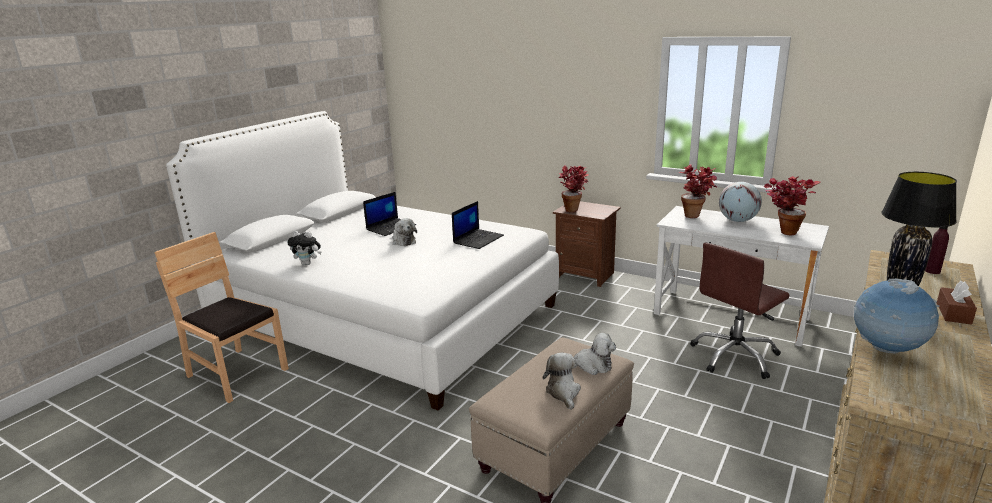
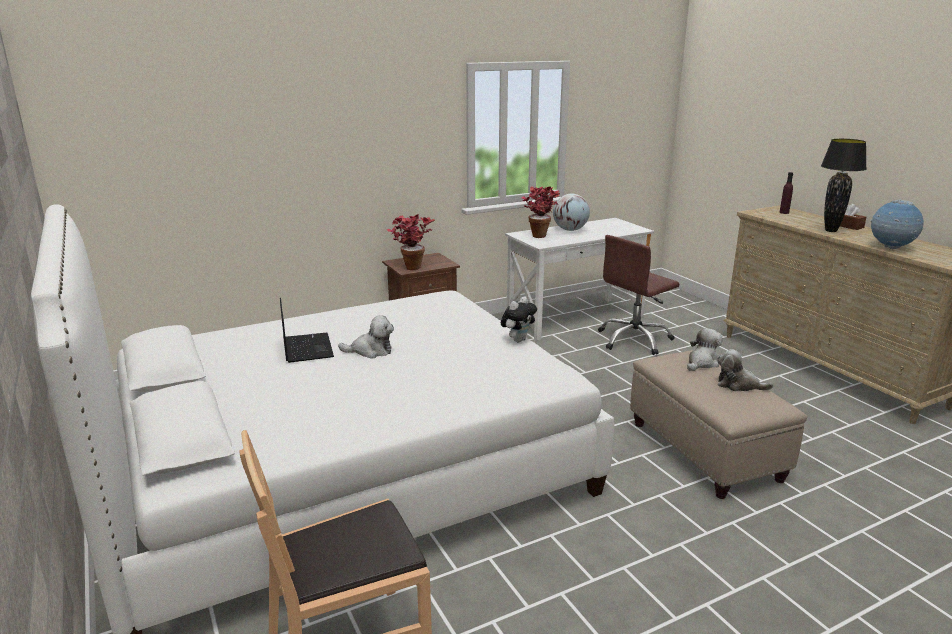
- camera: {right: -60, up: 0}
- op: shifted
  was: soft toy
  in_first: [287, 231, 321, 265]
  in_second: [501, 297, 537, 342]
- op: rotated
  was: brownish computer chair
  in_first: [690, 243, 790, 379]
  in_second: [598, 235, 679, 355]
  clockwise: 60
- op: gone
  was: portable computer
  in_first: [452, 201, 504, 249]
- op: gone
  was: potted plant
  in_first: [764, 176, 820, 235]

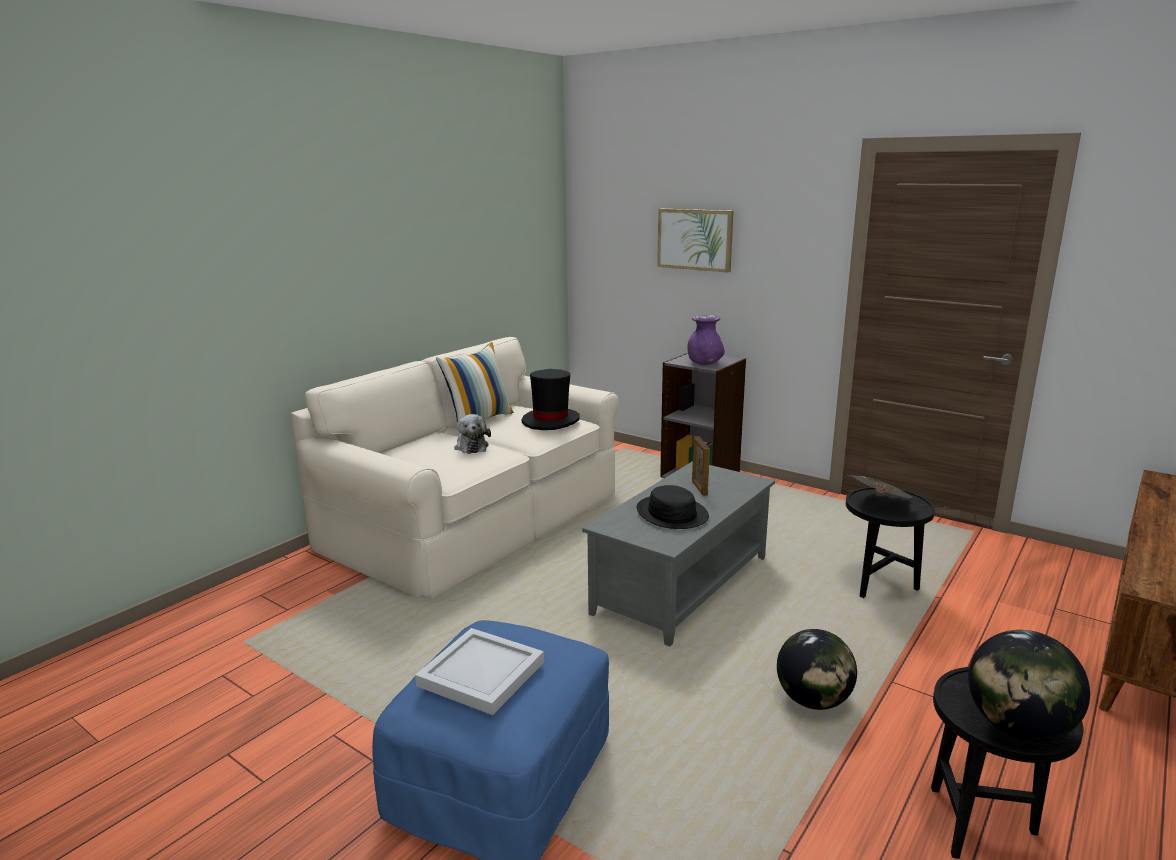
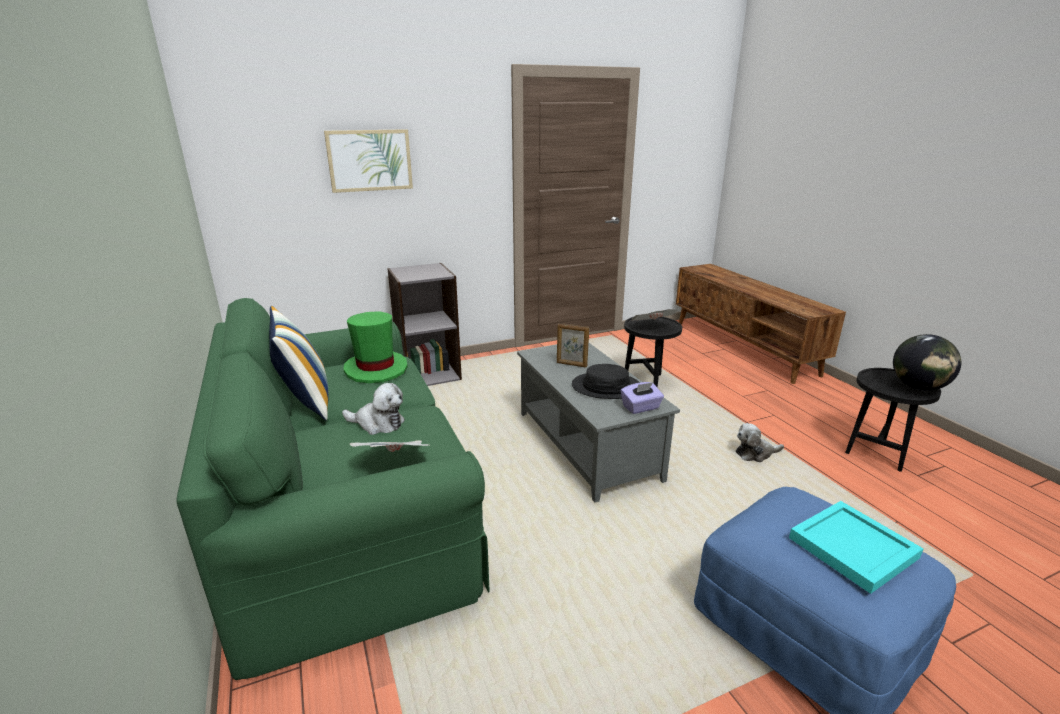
- camera: {right: -60, up: 5}
- op: repainted
  was: beige couch
  now: greenish couch
  in_first: [291, 337, 619, 599]
  in_second: [176, 298, 490, 680]
- op: repainted
  was: black-coloured hat
  now: greenish hat
  in_first: [522, 369, 580, 430]
  in_second: [343, 312, 408, 383]
- op: new
  now: newspaper
  in_second: [349, 440, 429, 452]
- op: new
  now: purple tissue box
  in_second: [621, 382, 664, 414]
- op: swapped
  was: globe
  now: soft toy
  in_first: [777, 629, 857, 710]
  in_second: [736, 423, 784, 462]
- op: repainted
  was: white serving tray
  now: blue-green serving tray
  in_first: [415, 628, 544, 715]
  in_second: [789, 501, 924, 594]
- op: gone
  was: purple flower vase
  in_first: [687, 315, 725, 365]

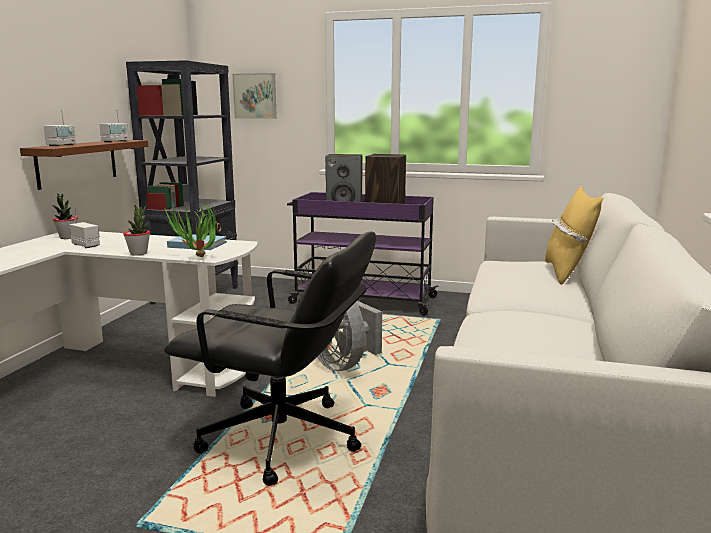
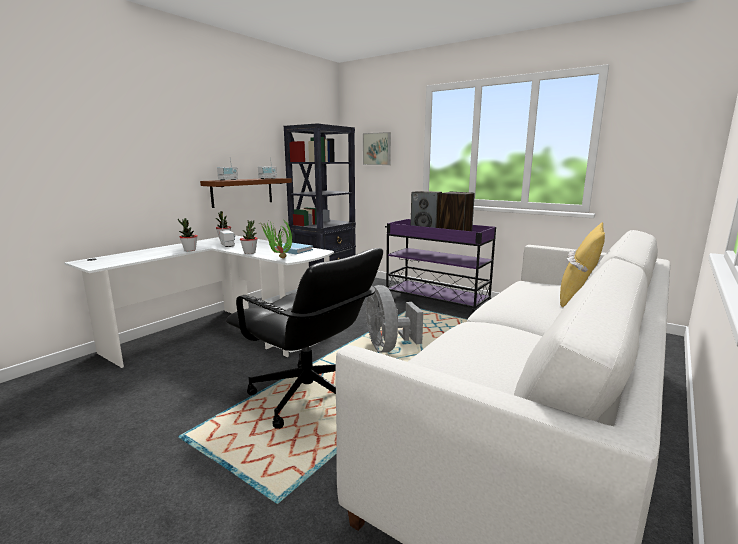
- camera: {right: 20, up: 0}
- op: new
  now: potted plant
  in_second: [178, 218, 197, 251]

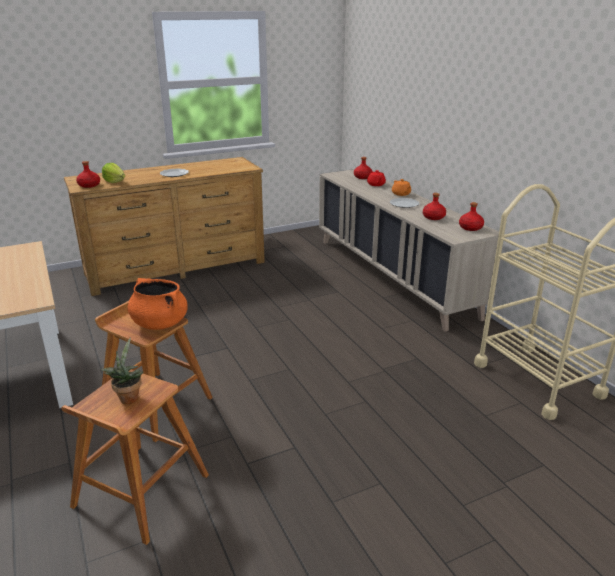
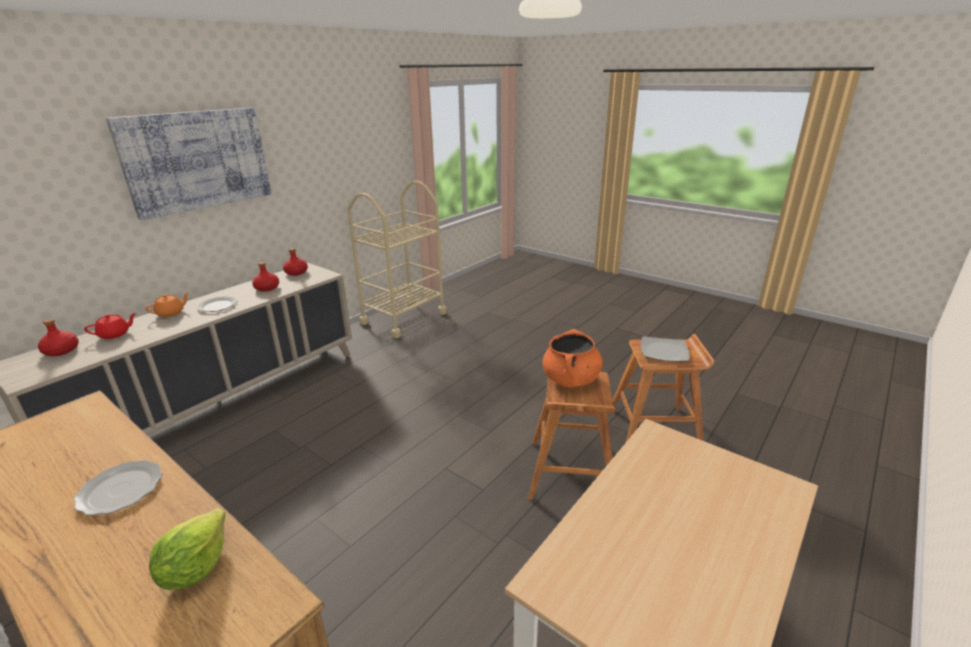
- camera: {right: -115, up: 0}
- op: new
  now: wall art
  in_second: [106, 108, 271, 220]
- op: swapped
  was: potted plant
  now: flat dish
  in_first: [100, 337, 143, 404]
  in_second: [641, 336, 689, 362]
- op: gone
  was: red bottle
  in_first: [76, 161, 100, 188]

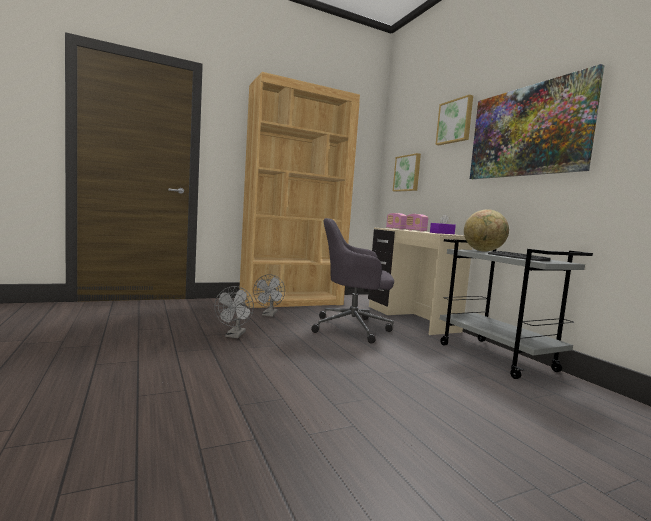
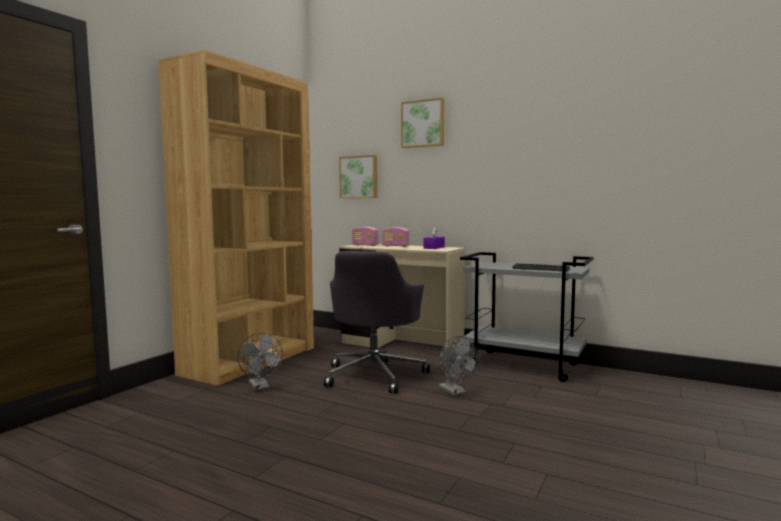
- camera: {right: -35, up: 0}
- op: rotated
  was: gray computer chair
  in_first: [311, 218, 394, 344]
  in_second: [324, 251, 430, 394]
  clockwise: -45
- op: shifted
  was: gray electric fan
  in_first: [214, 286, 254, 338]
  in_second: [439, 336, 477, 396]
- op: gone
  was: globe
  in_first: [464, 209, 509, 252]
- op: gone
  was: wall art
  in_first: [470, 64, 605, 179]

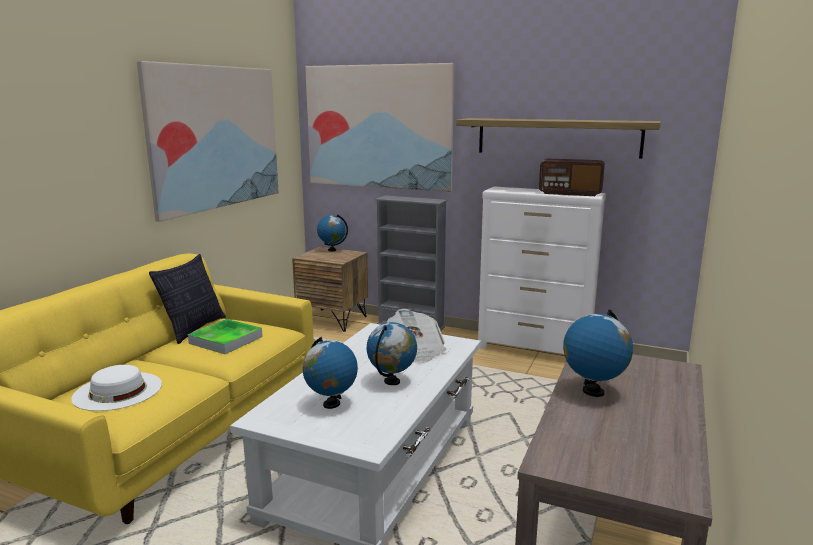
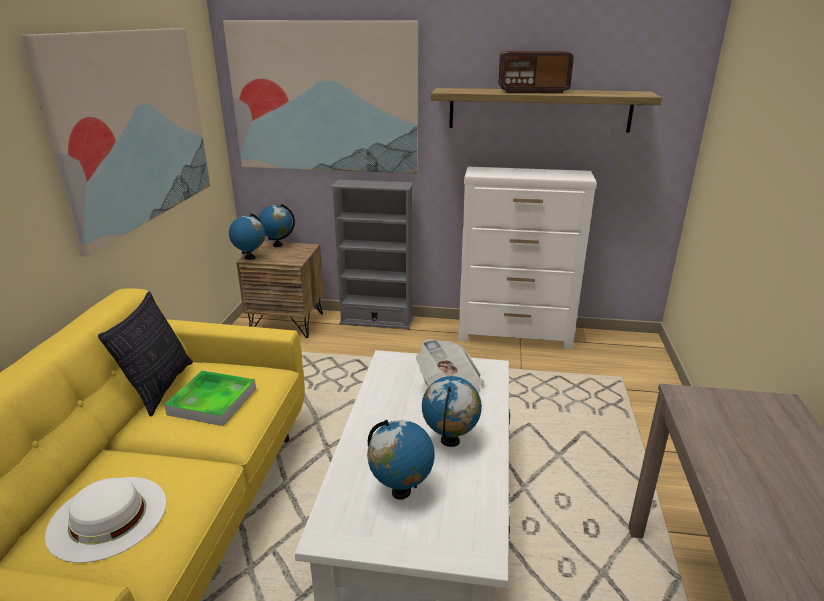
- camera: {right: -15, up: 10}
- op: shifted
  was: globe
  in_first: [563, 310, 633, 397]
  in_second: [229, 213, 265, 260]
- op: shifted
  was: radio receiver
  in_first: [539, 159, 605, 196]
  in_second: [498, 51, 574, 93]

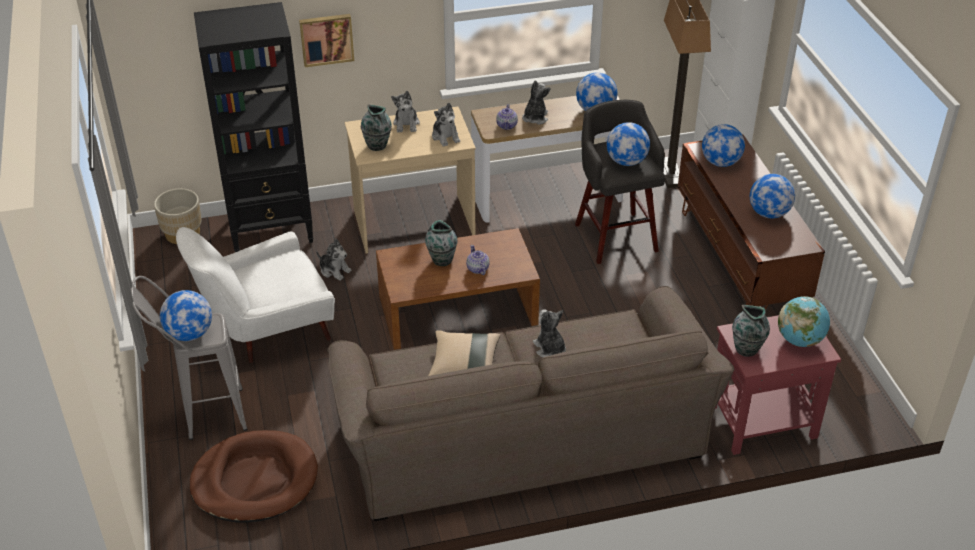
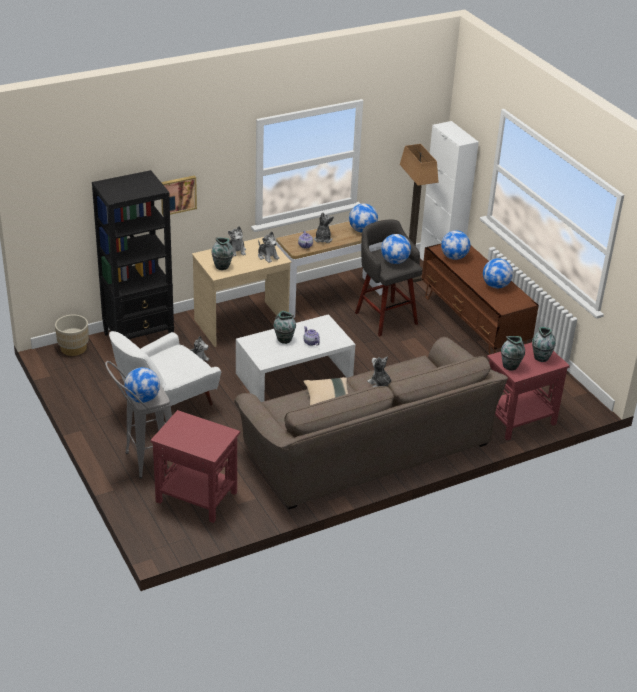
- camera: {right: -15, up: -5}
- op: swapped
  was: brownish dog bed
  now: red side table
  in_first: [190, 430, 318, 522]
  in_second: [150, 410, 240, 523]
- op: repainted
  was: brownish low table
  now: white low table
  in_first: [376, 228, 540, 350]
  in_second: [236, 314, 355, 402]
- op: swapped
  was: globe
  now: flower vase
  in_first: [778, 296, 830, 347]
  in_second: [532, 327, 556, 362]

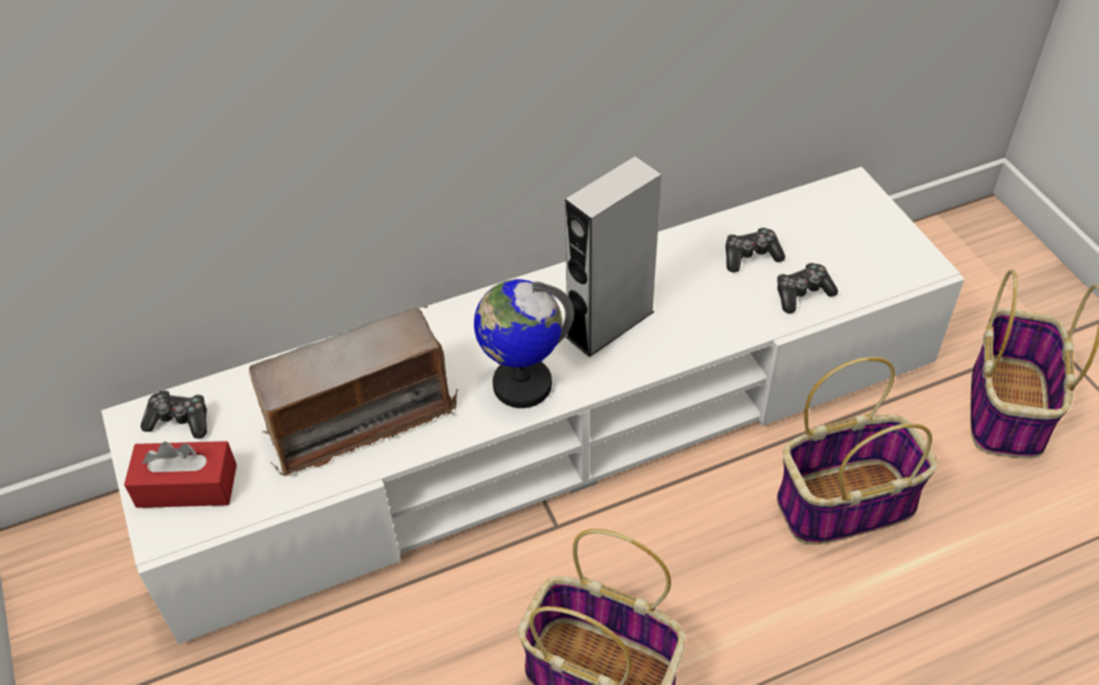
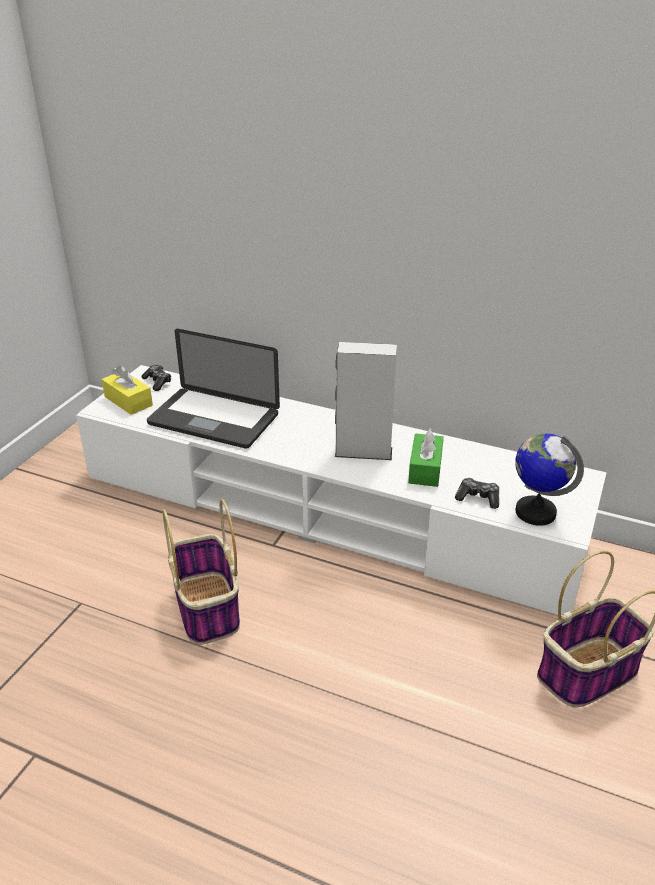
- camera: {right: 45, up: -15}
- op: repainted
  was: red tissue box
  now: yellow tissue box
  in_first: [124, 441, 237, 508]
  in_second: [102, 365, 153, 415]
- op: swapped
  was: radio receiver
  now: portable computer
  in_first: [249, 305, 458, 477]
  in_second: [147, 329, 280, 449]
- op: new
  now: greenish tissue box
  in_second: [408, 428, 444, 487]
- op: shifted
  was: globe
  in_first: [474, 279, 574, 408]
  in_second: [515, 433, 584, 526]
- op: gone
  was: game controller
  in_first: [726, 227, 785, 272]
- op: gone
  was: basket
  in_first: [777, 357, 938, 545]

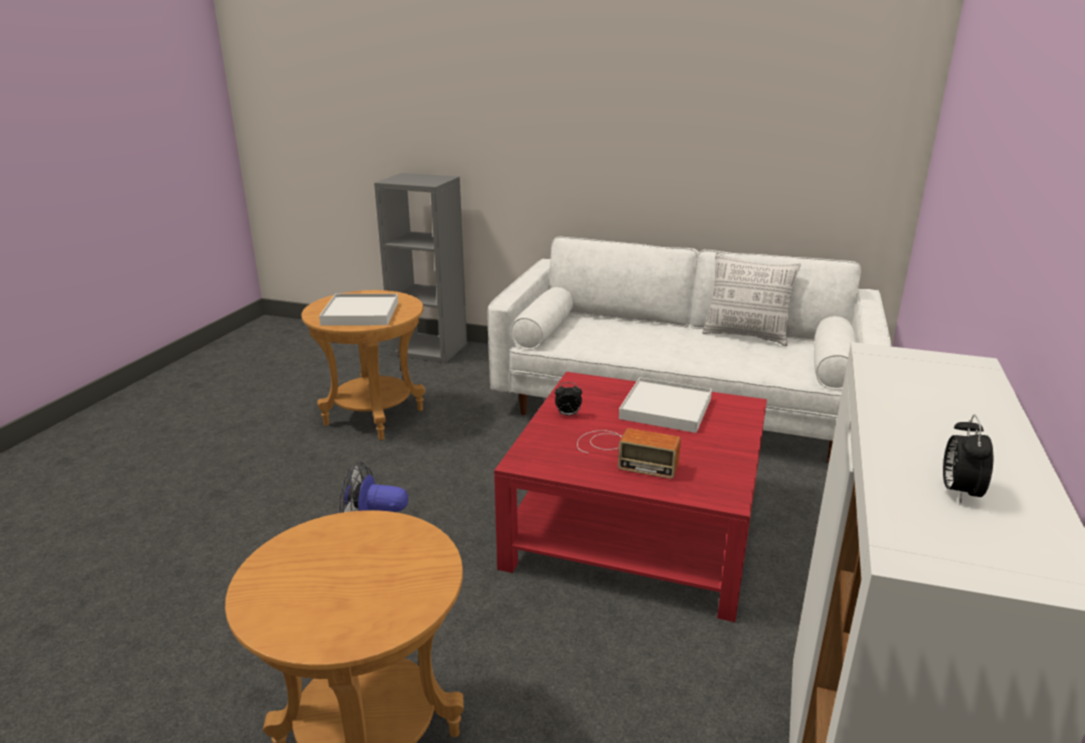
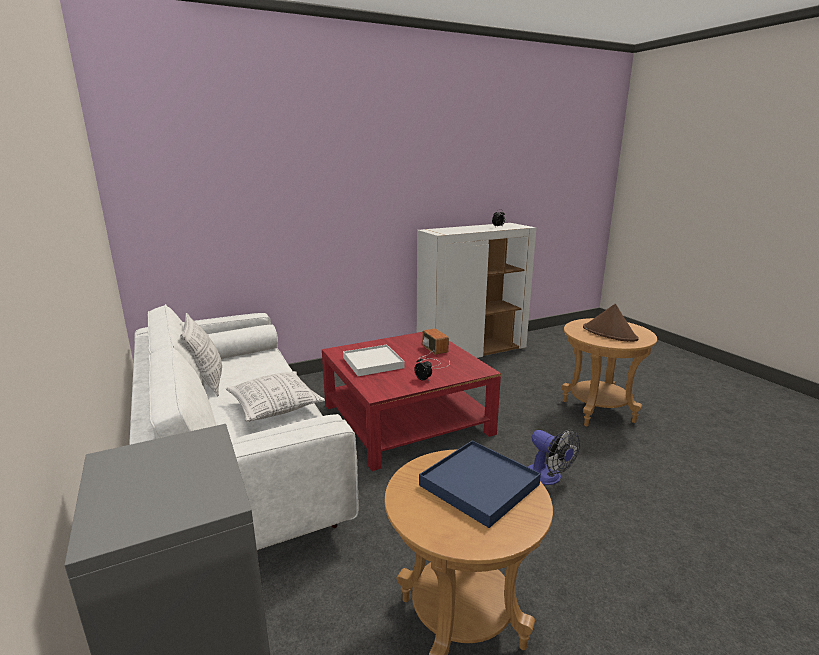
- camera: {right: -135, up: -5}
- op: new
  now: throw pillow
  in_second: [226, 371, 325, 422]
- op: repainted
  was: white serving tray
  now: bluish serving tray
  in_first: [319, 294, 398, 326]
  in_second: [419, 440, 541, 528]
- op: new
  now: brownish hat
  in_second: [583, 304, 639, 342]

